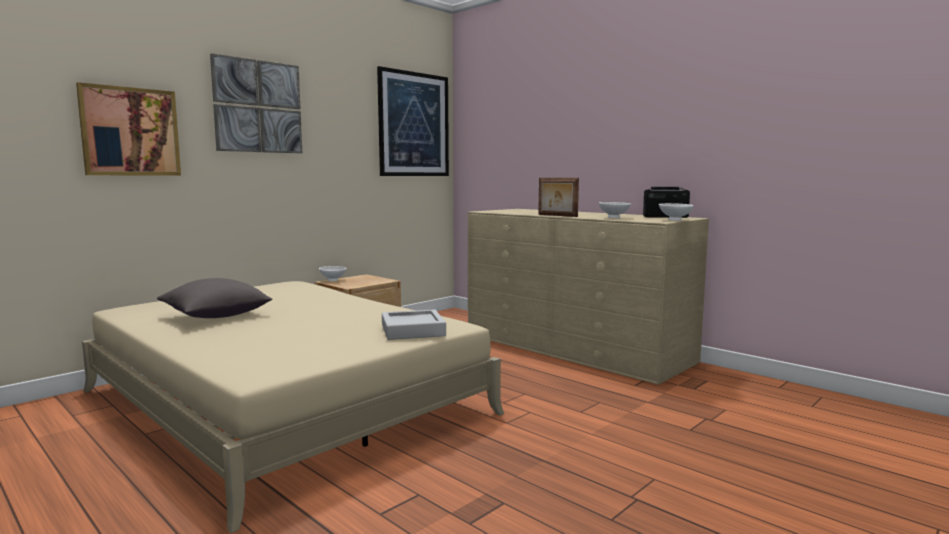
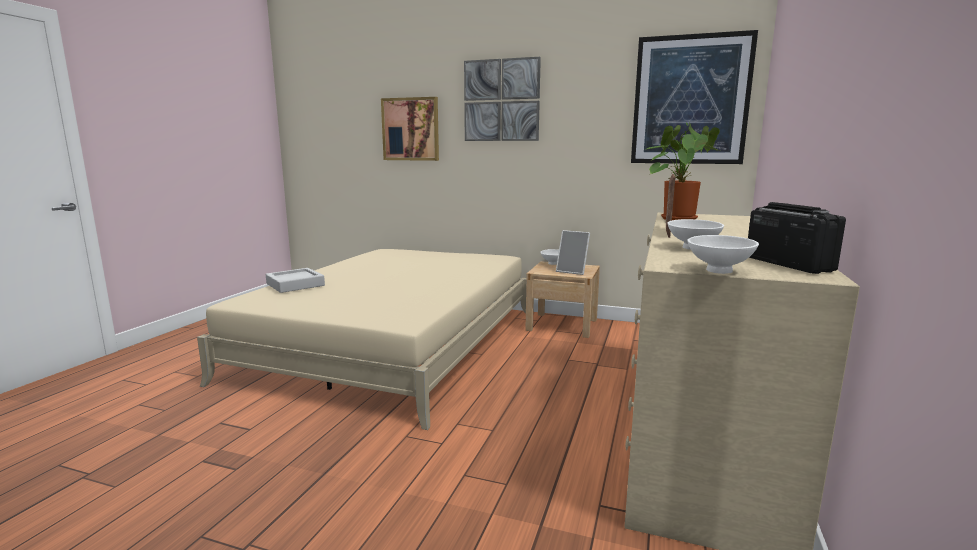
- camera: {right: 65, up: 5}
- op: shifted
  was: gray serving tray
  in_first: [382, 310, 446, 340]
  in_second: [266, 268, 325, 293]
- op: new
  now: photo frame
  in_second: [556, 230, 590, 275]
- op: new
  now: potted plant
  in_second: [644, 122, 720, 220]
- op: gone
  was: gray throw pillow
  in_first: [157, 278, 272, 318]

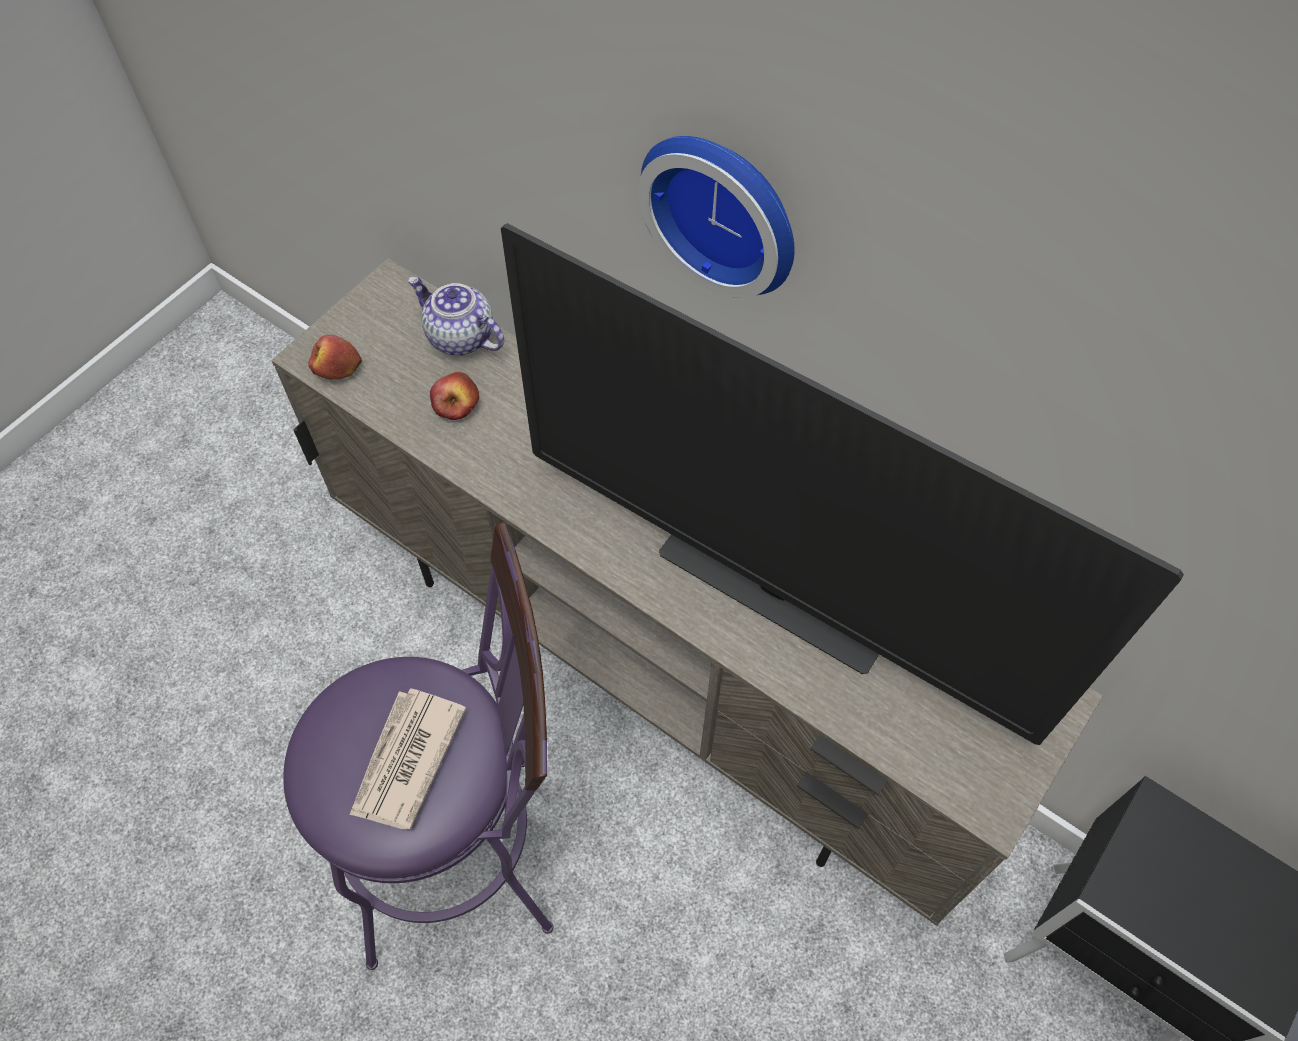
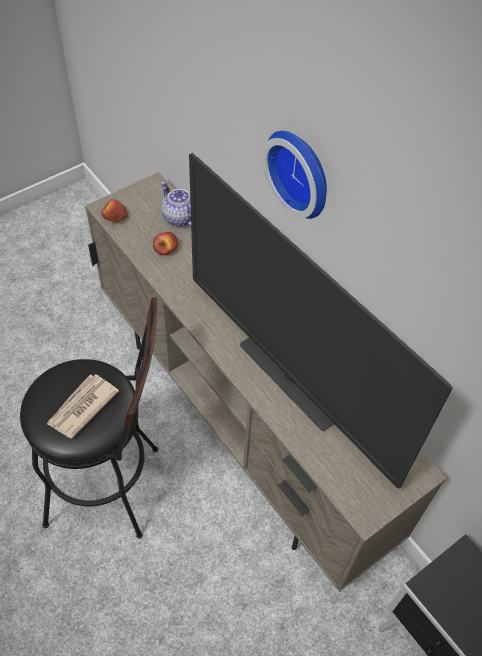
- camera: {right: 15, up: -5}
- op: repainted
  was: purple stool seat
  now: black-coloured stool seat
  in_first: [283, 522, 554, 970]
  in_second: [20, 297, 158, 539]

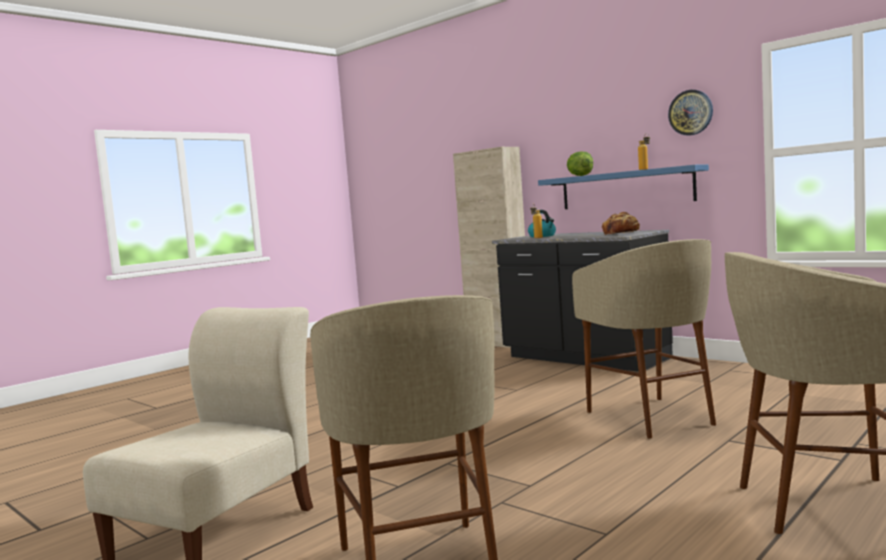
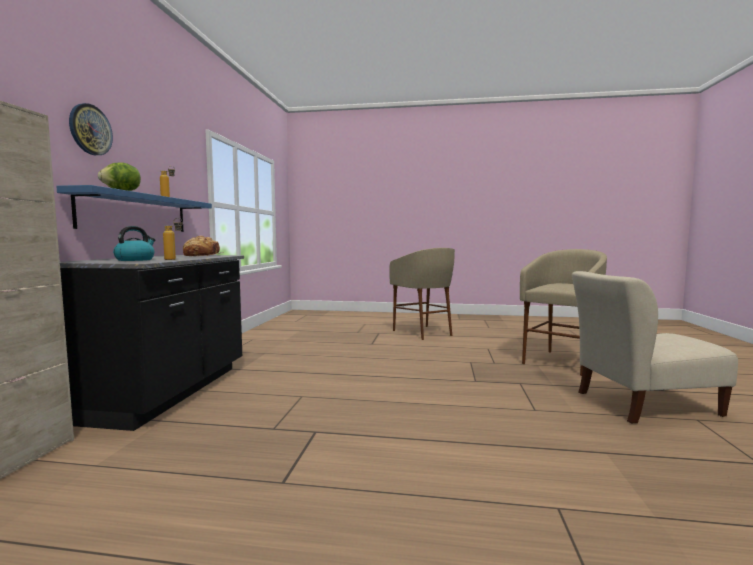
- camera: {right: -125, up: 0}
- op: shifted
  was: hanging clock
  in_first: [668, 90, 713, 136]
  in_second: [69, 103, 113, 155]
- op: gone
  was: beige stool seat
  in_first: [572, 239, 716, 439]

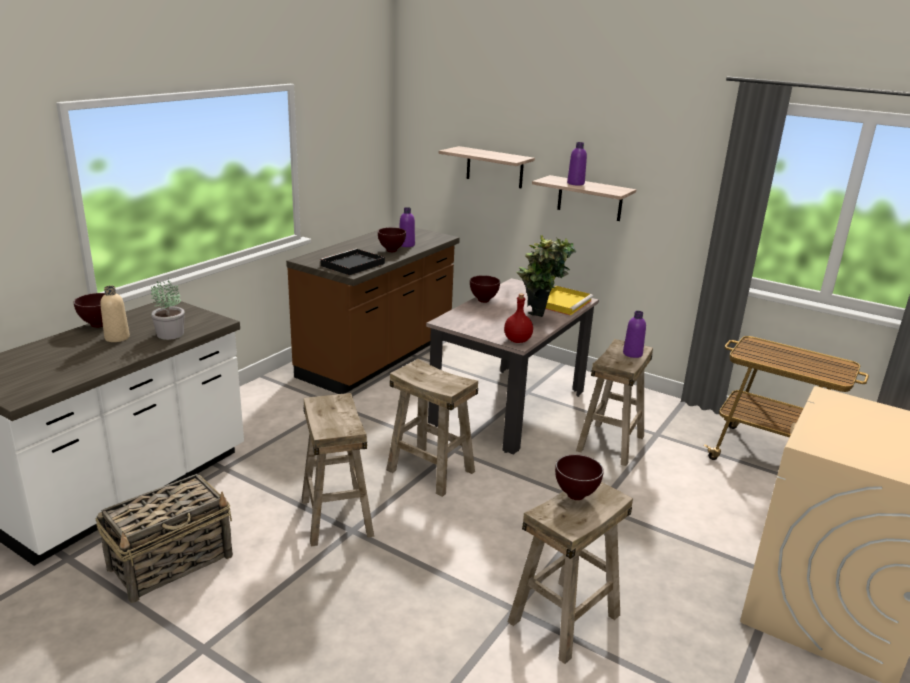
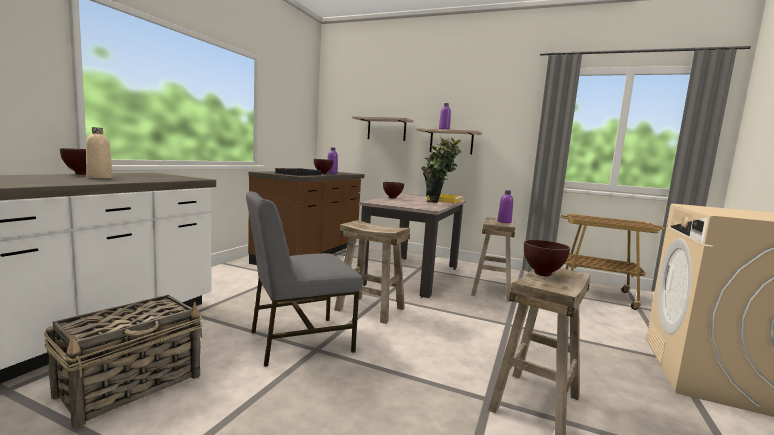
- camera: {right: -10, up: -15}
- op: swapped
  was: beige stool seat
  now: gray upright chair
  in_first: [302, 393, 374, 547]
  in_second: [246, 191, 363, 367]
- op: gone
  was: potted plant
  in_first: [151, 278, 185, 340]
- op: gone
  was: red bottle
  in_first: [504, 293, 533, 343]

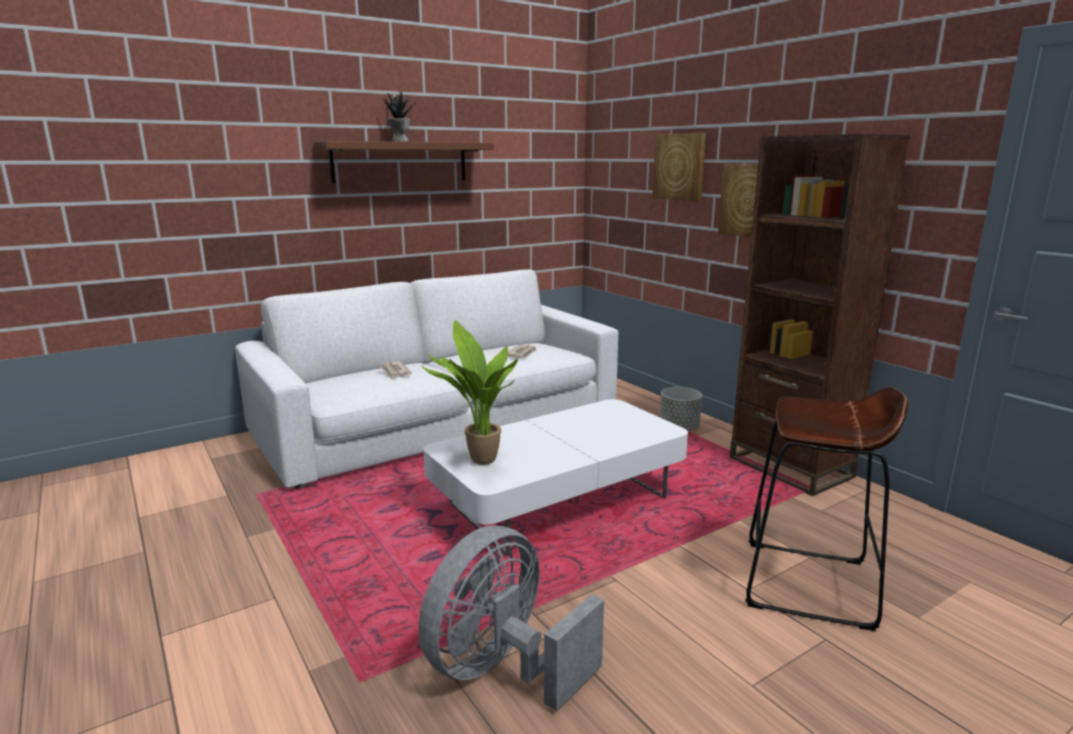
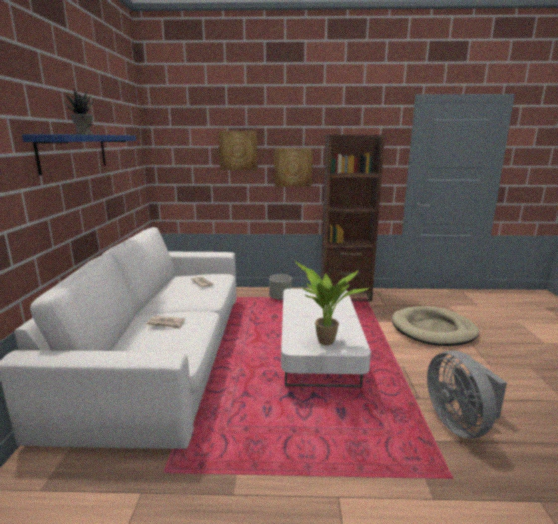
- camera: {right: -55, up: 0}
- op: repainted
  was: brownish wall shelf
  now: bluish wall shelf
  in_first: [313, 141, 494, 183]
  in_second: [22, 134, 136, 175]
- op: swapped
  was: brownish stool seat
  now: beige dog bed
  in_first: [746, 387, 908, 631]
  in_second: [392, 306, 479, 346]

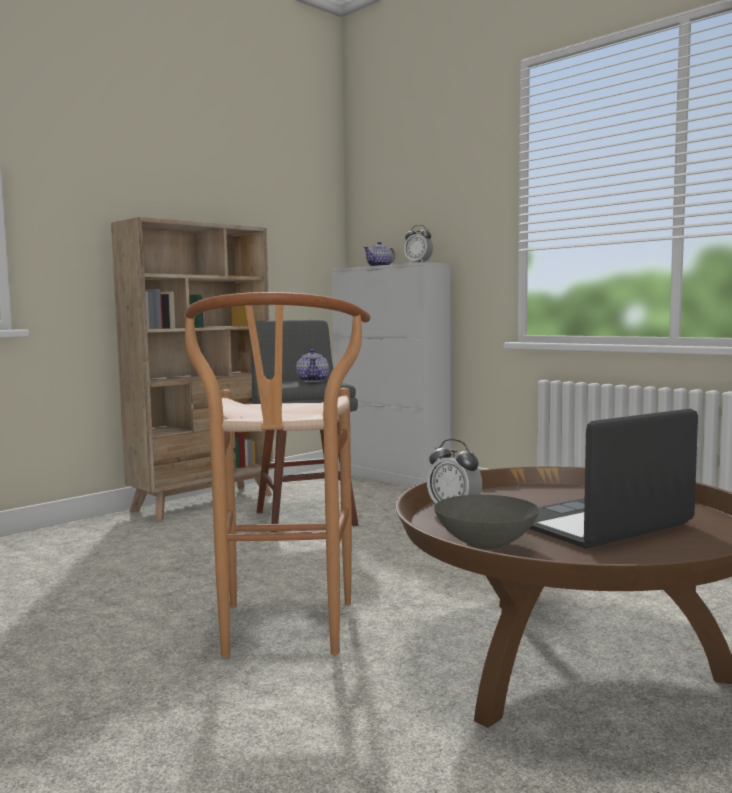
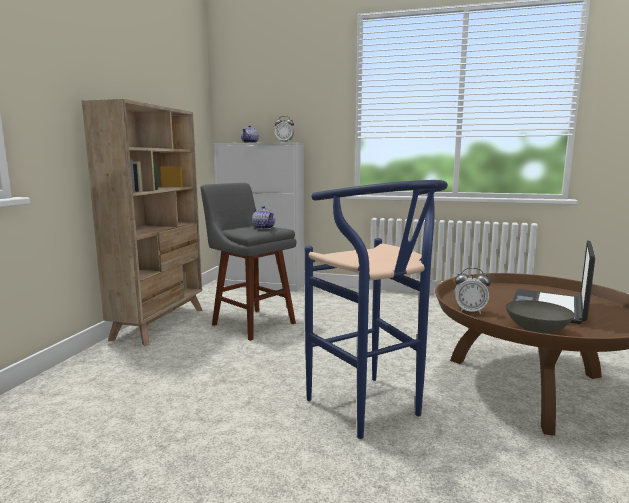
- camera: {right: -30, up: 5}
- op: repainted
  was: brownish stool seat
  now: bluish stool seat
  in_first: [184, 292, 370, 658]
  in_second: [305, 180, 448, 439]

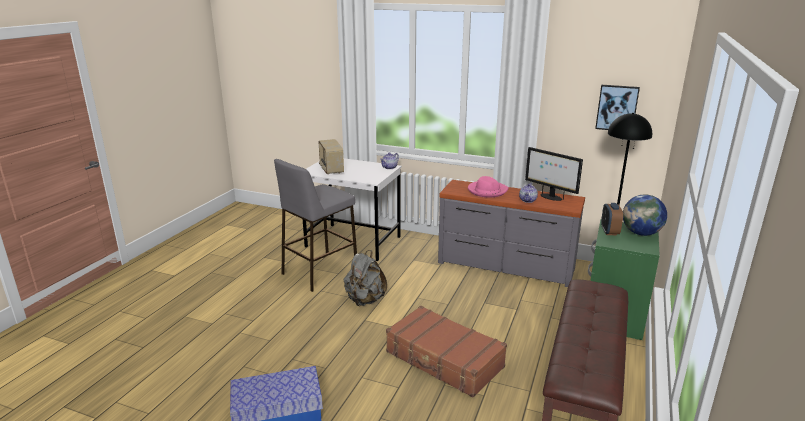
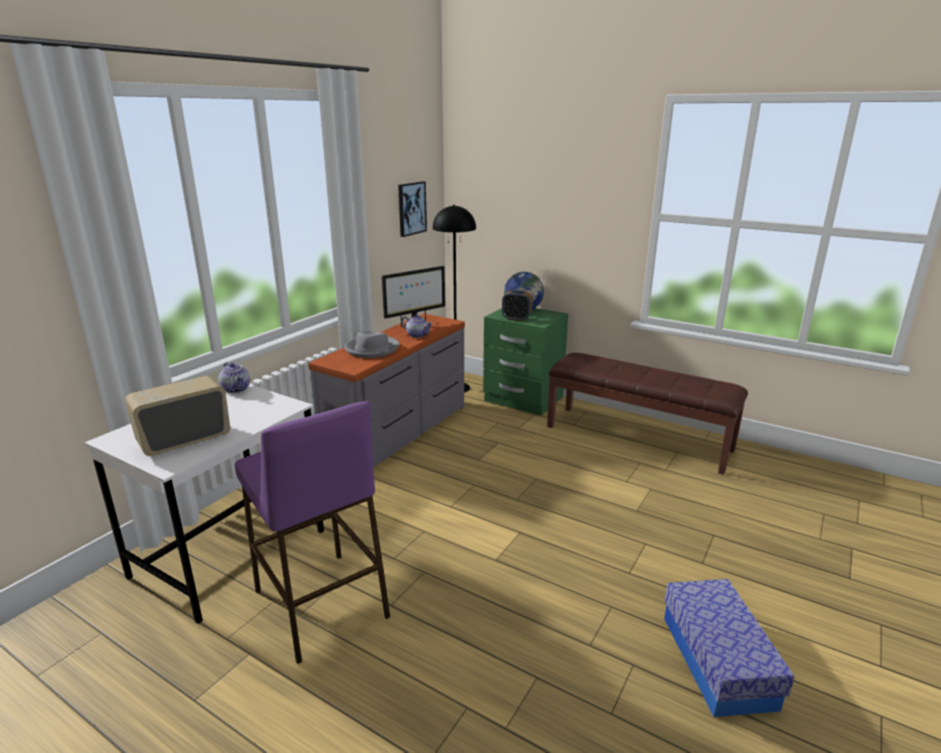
- camera: {right: -80, up: 0}
- op: rotated
  was: radio receiver
  in_first: [319, 139, 344, 175]
  in_second: [125, 375, 230, 456]
  clockwise: 150
- op: repainted
  was: gray stool seat
  now: purple stool seat
  in_first: [274, 159, 357, 292]
  in_second: [235, 401, 390, 664]
- op: repainted
  was: pink hat
  now: gray hat
  in_first: [468, 176, 509, 198]
  in_second: [344, 331, 399, 358]
- op: gone
  was: gray backpack
  in_first: [344, 250, 387, 306]
- op: gone
  was: brownish suitcase
  in_first: [386, 306, 507, 398]

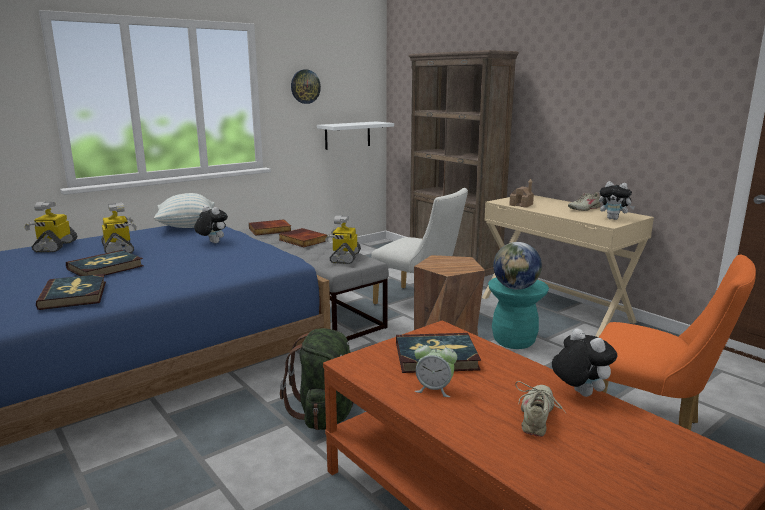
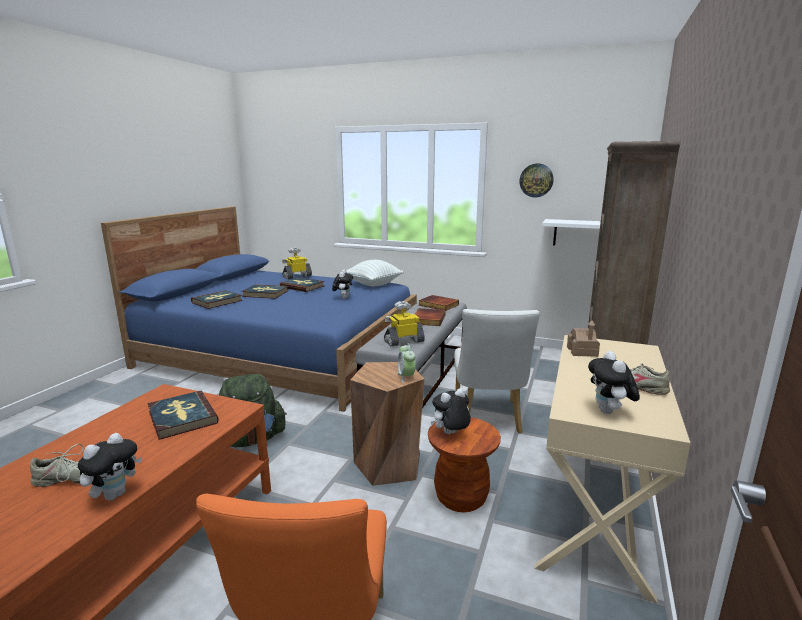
- camera: {right: 60, up: 0}
- op: swapped
  was: toy robot
  now: book
  in_first: [101, 202, 137, 253]
  in_second: [280, 277, 324, 292]
- op: shifted
  was: bedside clock
  in_first: [414, 340, 457, 397]
  in_second: [397, 343, 416, 383]
- op: repainted
  was: blue-green stool seat
  now: brownish stool seat
  in_first: [488, 277, 549, 349]
  in_second: [428, 417, 501, 513]
- op: swapped
  was: globe
  now: soft toy
  in_first: [493, 242, 542, 290]
  in_second: [431, 388, 471, 434]

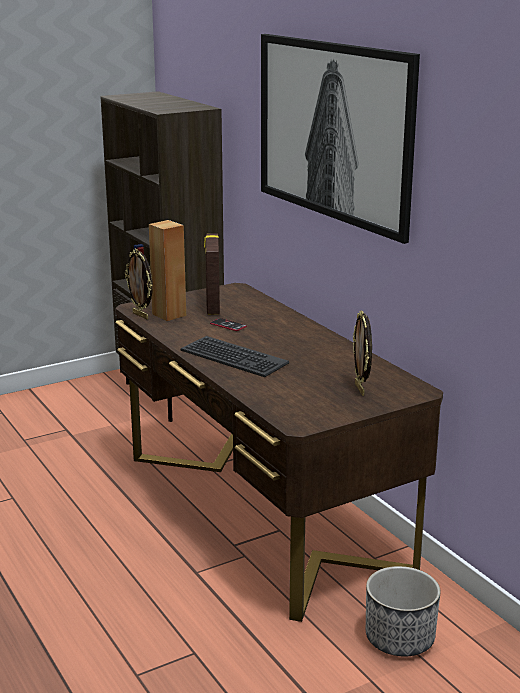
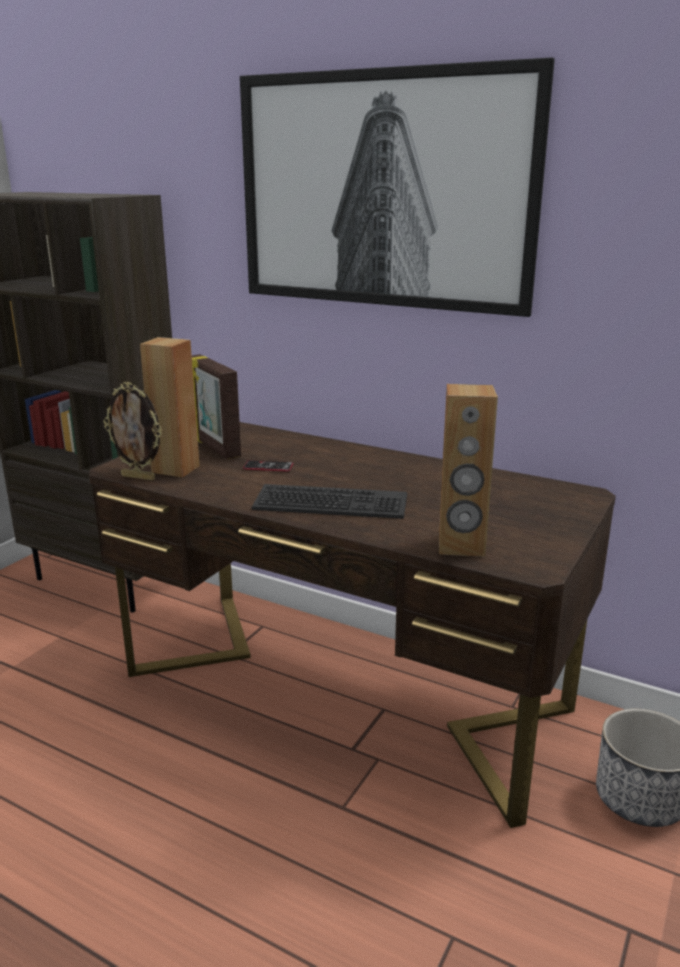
- camera: {right: -30, up: 0}
- op: new
  now: brownish loudspeaker
  in_second: [439, 384, 498, 557]
- op: gone
  was: photo frame
  in_first: [353, 310, 372, 396]

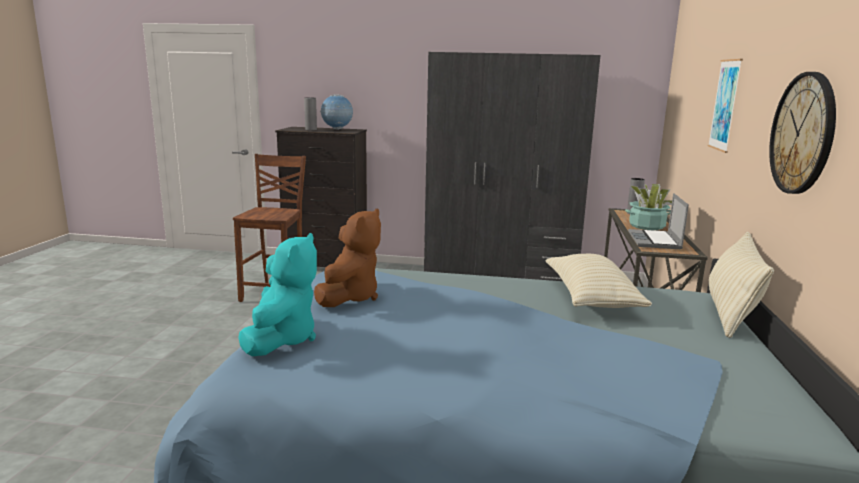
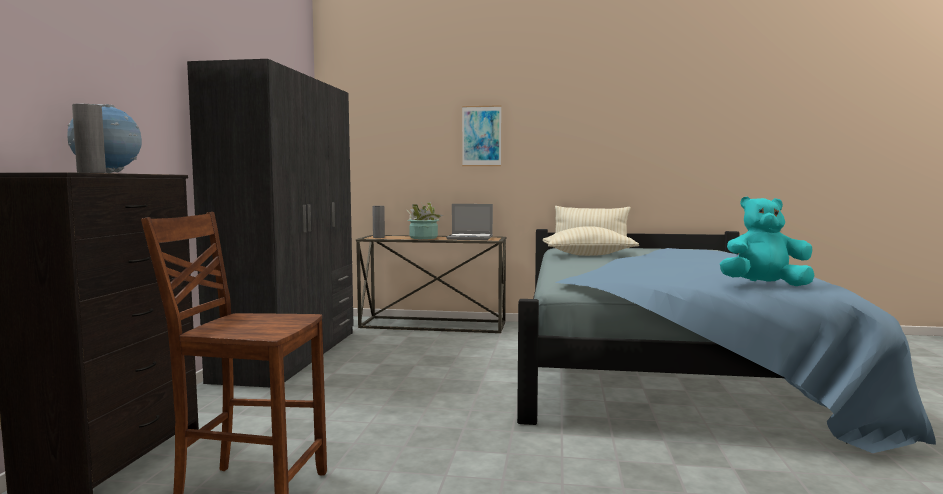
- camera: {right: -90, up: -10}
- op: gone
  was: brownish soft toy
  in_first: [314, 208, 381, 307]
- op: gone
  was: hanging clock
  in_first: [769, 72, 836, 194]

